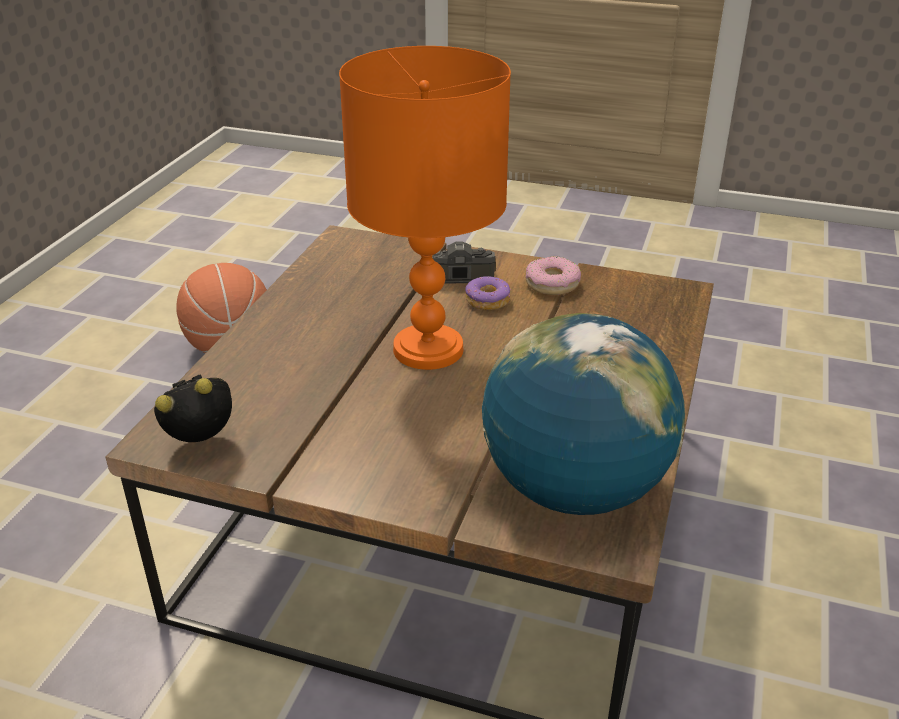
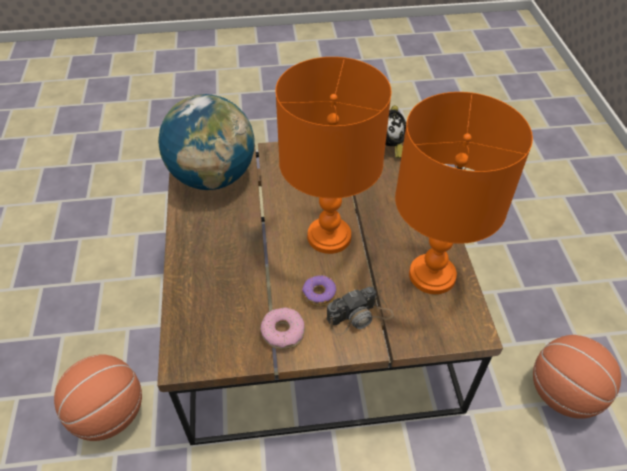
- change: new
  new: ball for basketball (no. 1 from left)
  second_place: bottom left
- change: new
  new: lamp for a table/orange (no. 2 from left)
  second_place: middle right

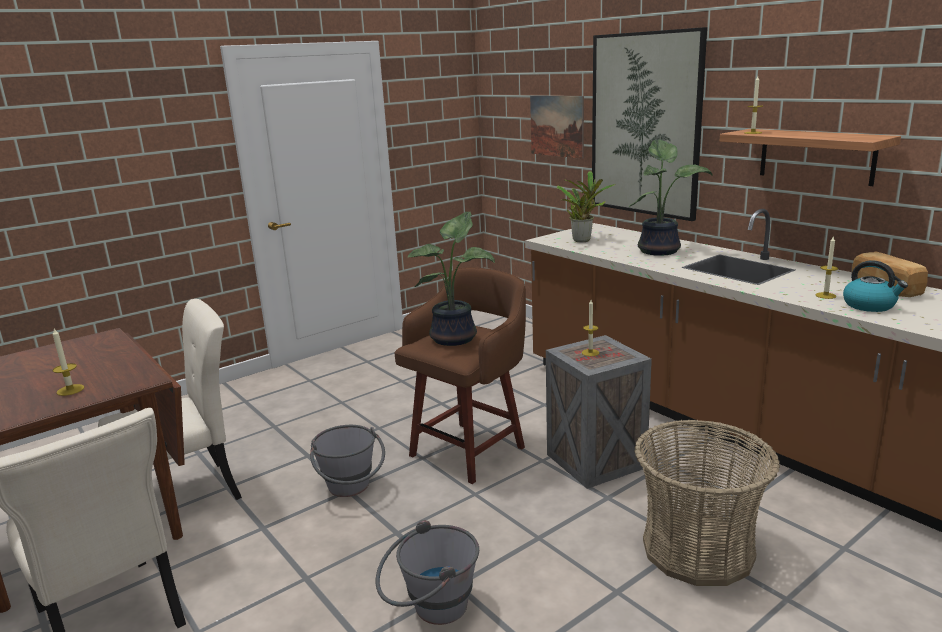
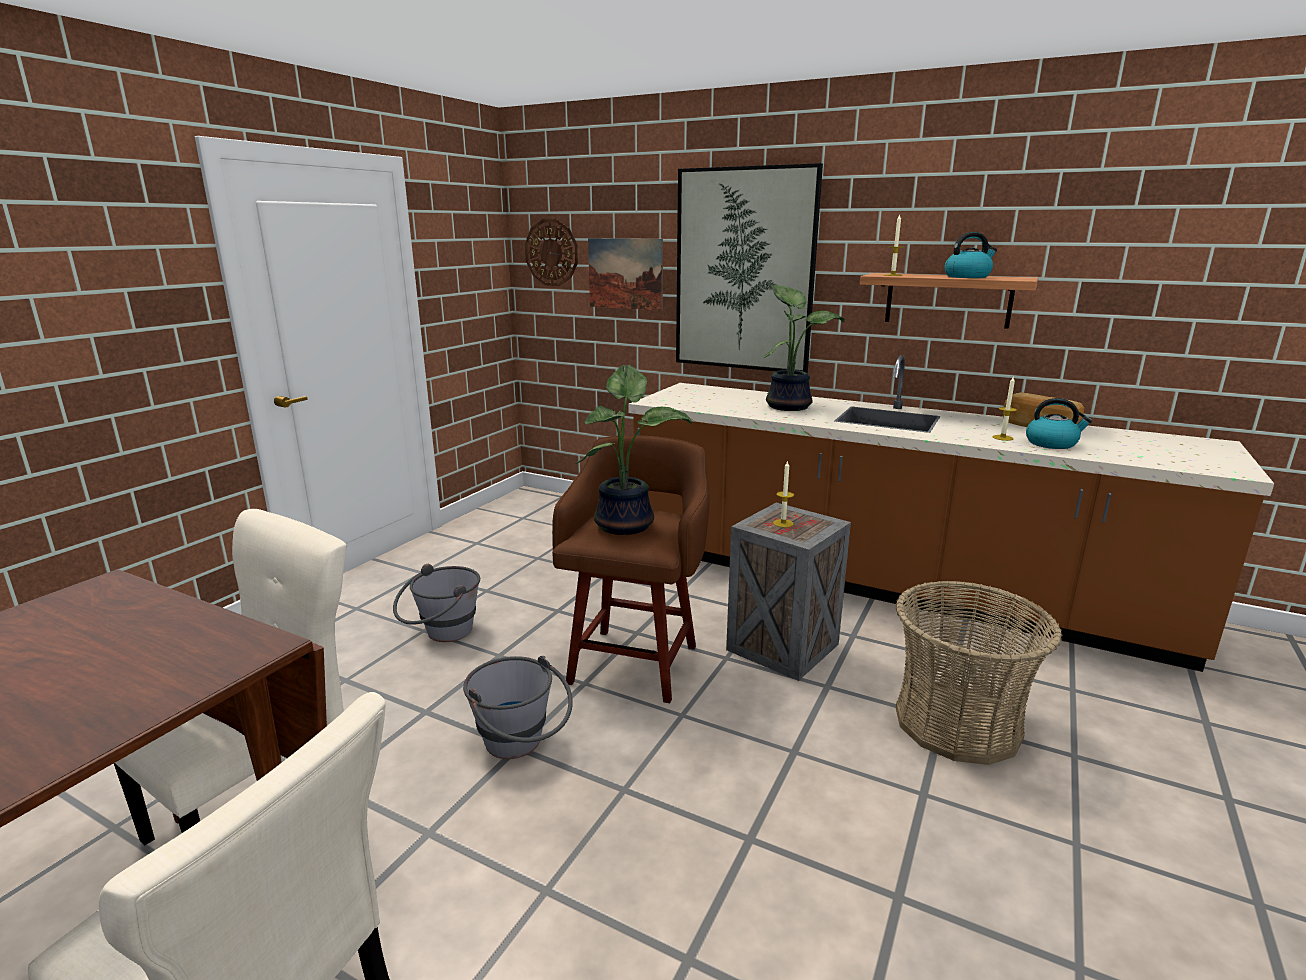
- change: gone
  old: candle (no. 1 from left)
  first_place: middle left
- change: shifted
  old: pail/grey (no. 2 from left in the first image)
  new: pail/grey (no. 1 from left)
  first_place: bottom centre
  second_place: centre
- change: gone
  old: houseplant (no. 2 from left)
  first_place: top centre
- change: new
  new: hanging clock
  second_place: top centre
- change: new
  new: water kettle (no. 1 from left)
  second_place: top right

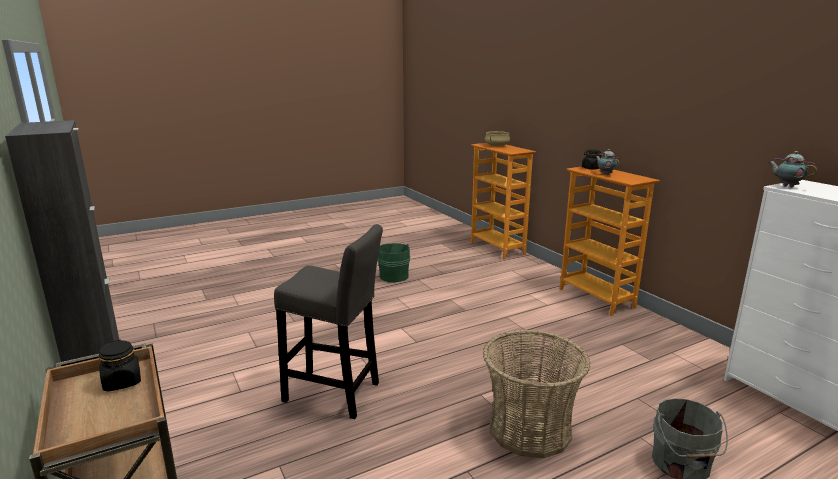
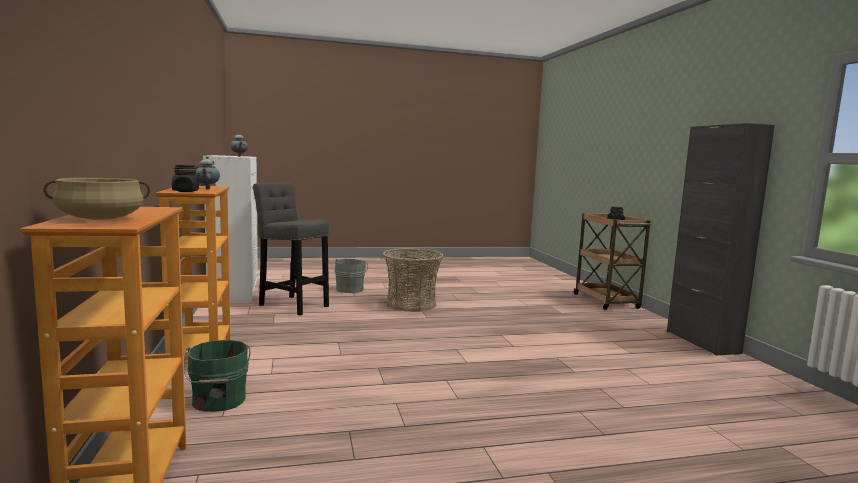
- change: shifted
  old: sitting stool/grey
  first_place: bottom centre
  second_place: centre
- change: shifted
  old: pail/green
  first_place: centre
  second_place: bottom left

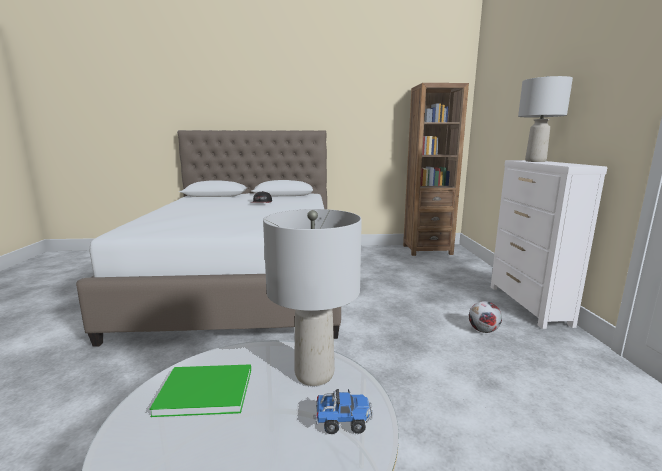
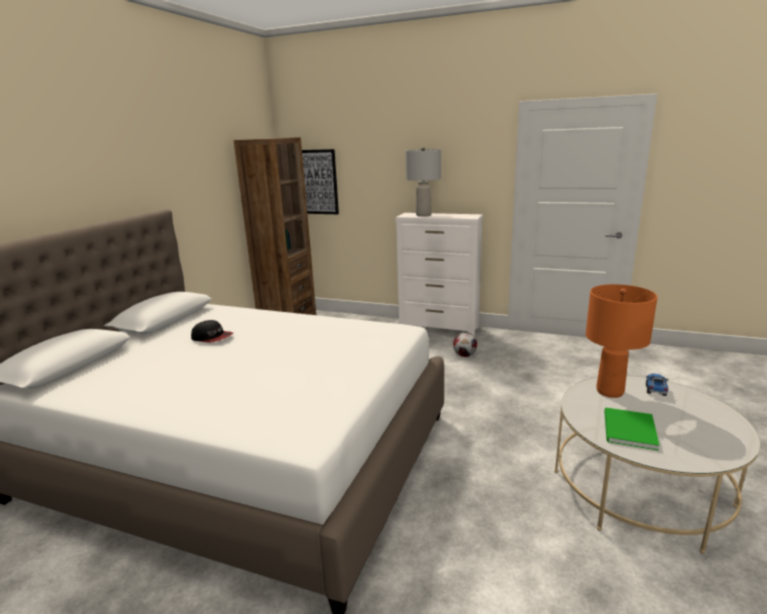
- change: repainted
  old: lamp for a table/grey (no. 1 from left)
  new: lamp for a table/orange
  first_place: centre
  second_place: middle right
- change: new
  new: picture
  second_place: top centre

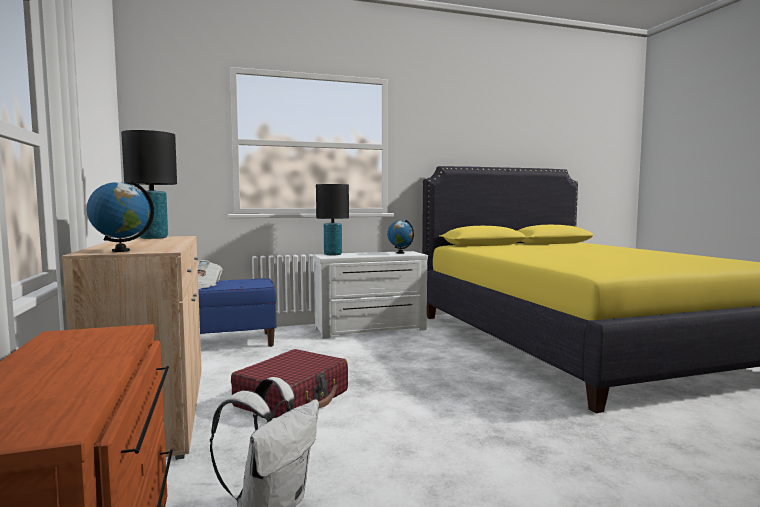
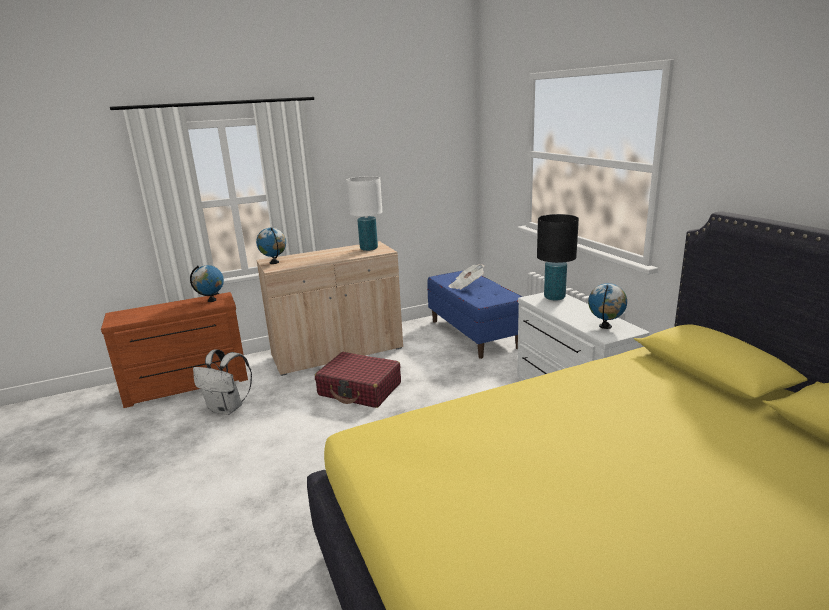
- change: repainted
  old: lamp for a table/blackish (no. 1 from left)
  new: lamp for a table/white-coloured
  first_place: middle left
  second_place: centre
- change: new
  new: world globe (no. 1 from left)
  second_place: middle left

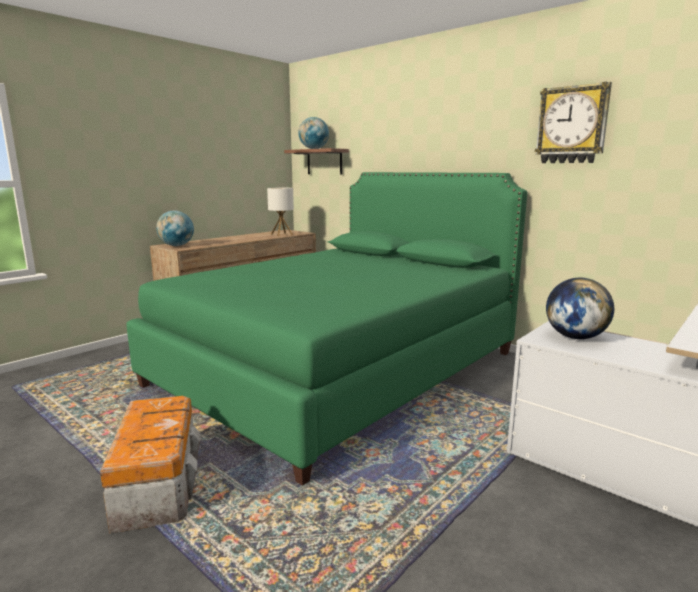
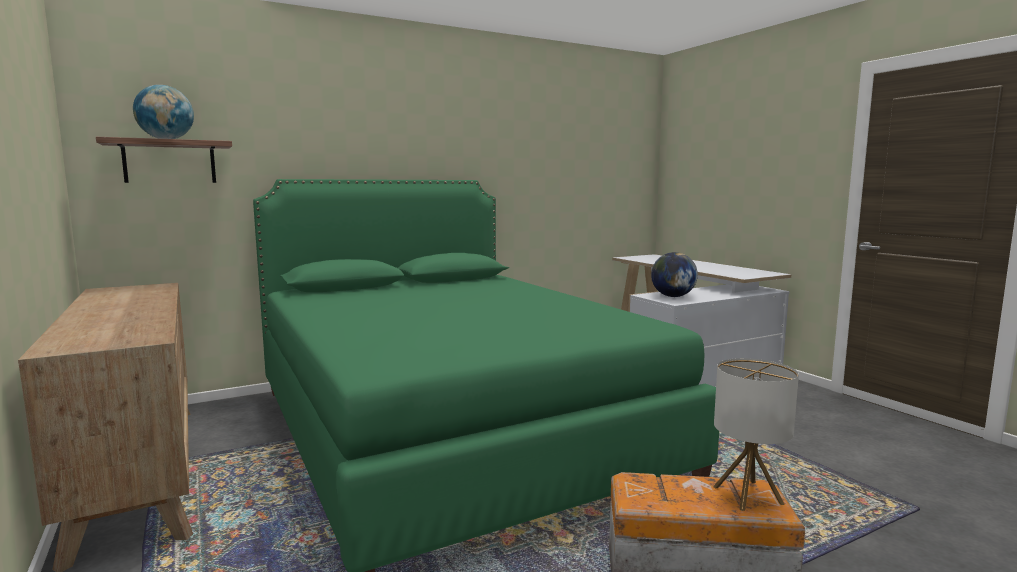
- change: gone
  old: world globe (no. 1 from left)
  first_place: middle left
- change: shifted
  old: lamp for a table
  first_place: centre
  second_place: bottom right
- change: gone
  old: hanging clock
  first_place: top right

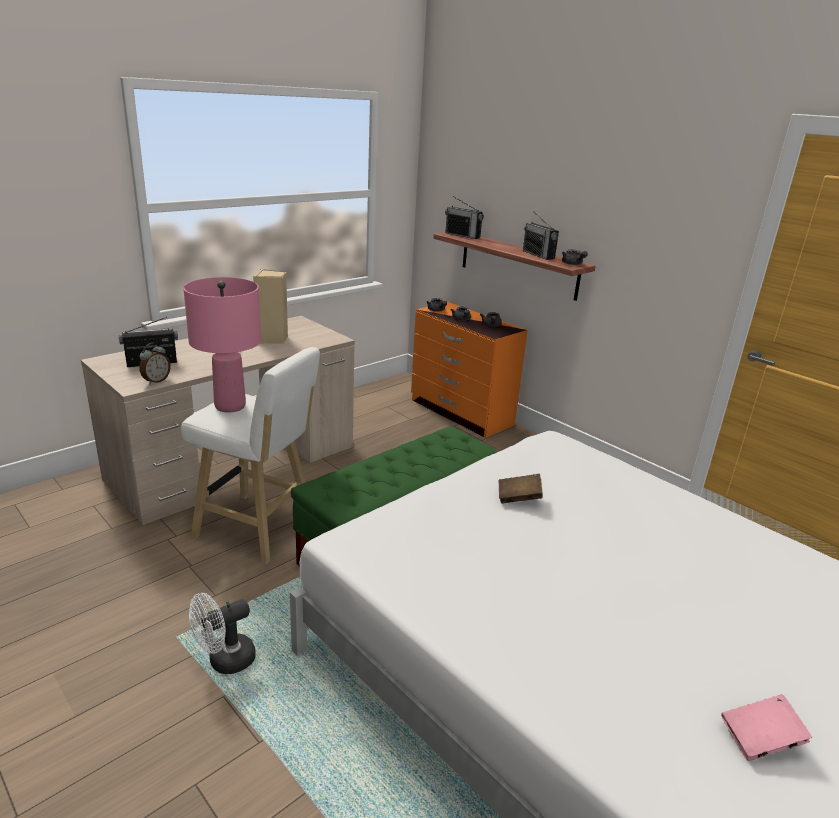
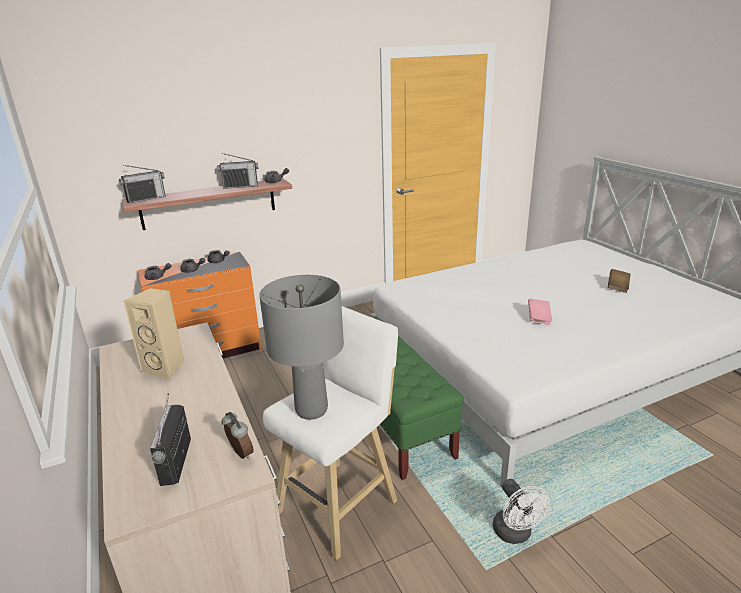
- change: repainted
  old: lamp for a table/pink-coloured
  new: lamp for a table/grey
  first_place: middle left
  second_place: centre
- change: shifted
  old: volume/brownish
  first_place: centre
  second_place: middle right
- change: shifted
  old: volume/pink-coloured
  first_place: bottom right
  second_place: middle right

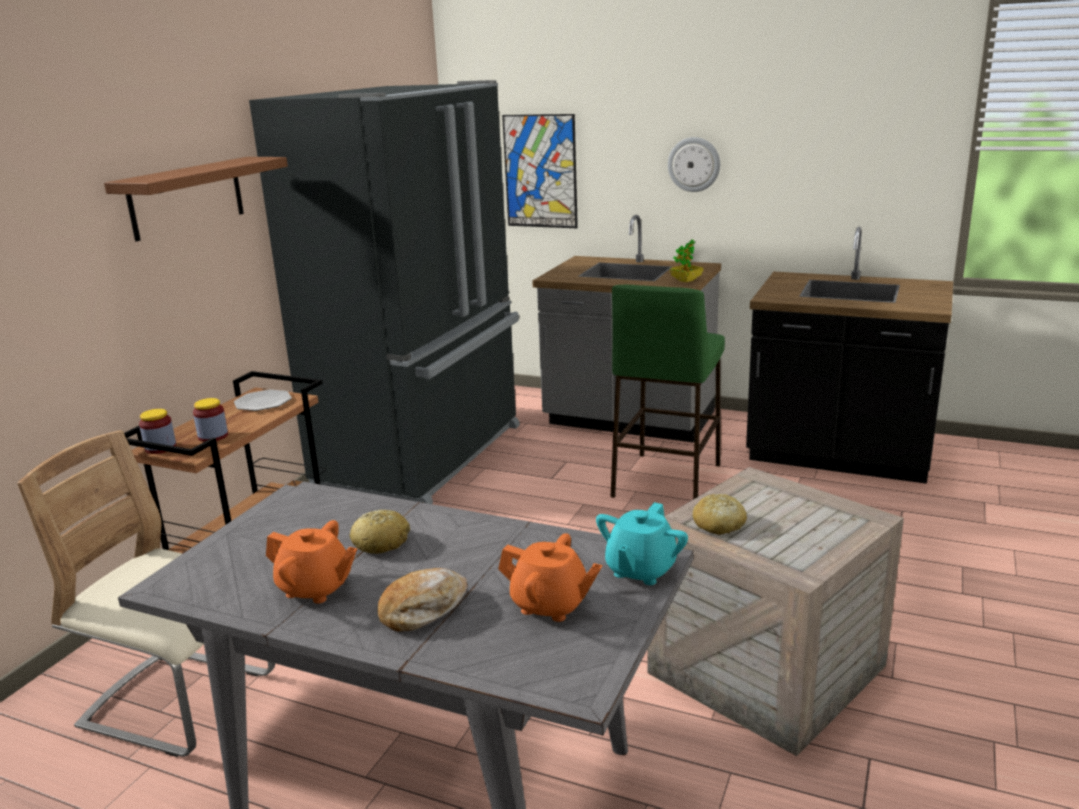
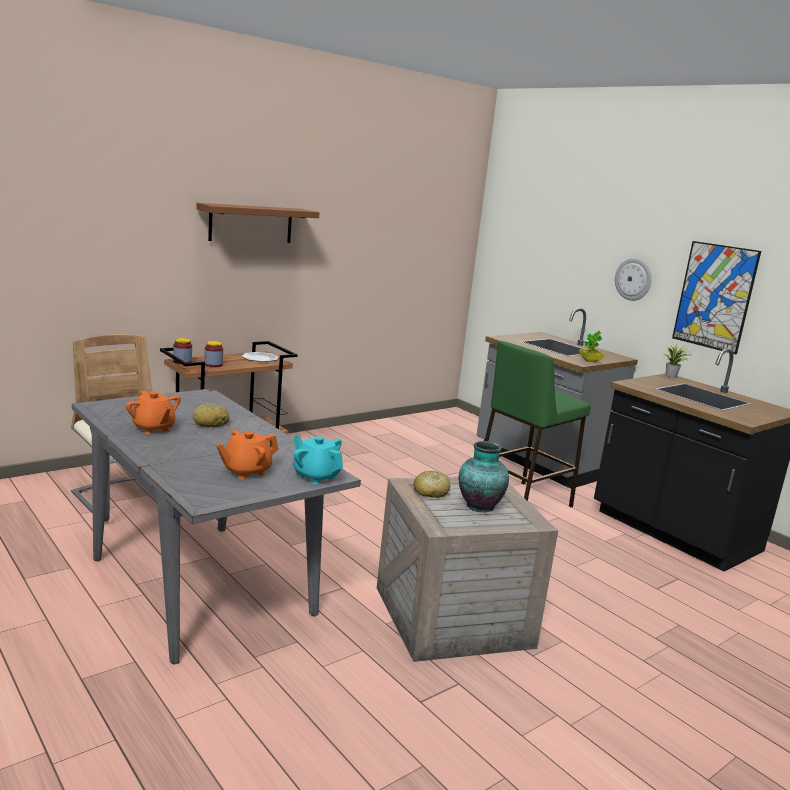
- change: gone
  old: refrigerator/blackish
  first_place: centre
- change: gone
  old: bakery bread (no. 2 from left)
  first_place: bottom centre
- change: rotated
  old: teapot/orange (no. 2 from left)
  first_place: bottom centre
  second_place: middle left
  degrees: 90
- change: shifted
  old: picture
  first_place: top centre
  second_place: middle right
- change: rotated
  old: teapot/turquoise-coloured
  first_place: bottom centre
  second_place: centre
  degrees: 75
- change: new
  new: flower vase
  second_place: centre
- change: new
  new: houseplant (no. 2 from left)
  second_place: middle right

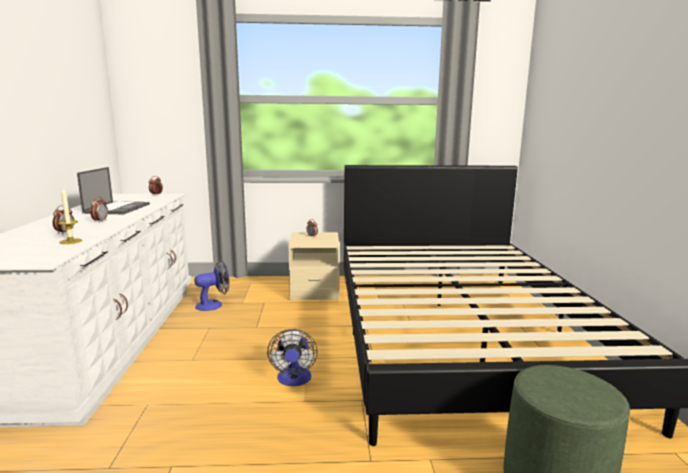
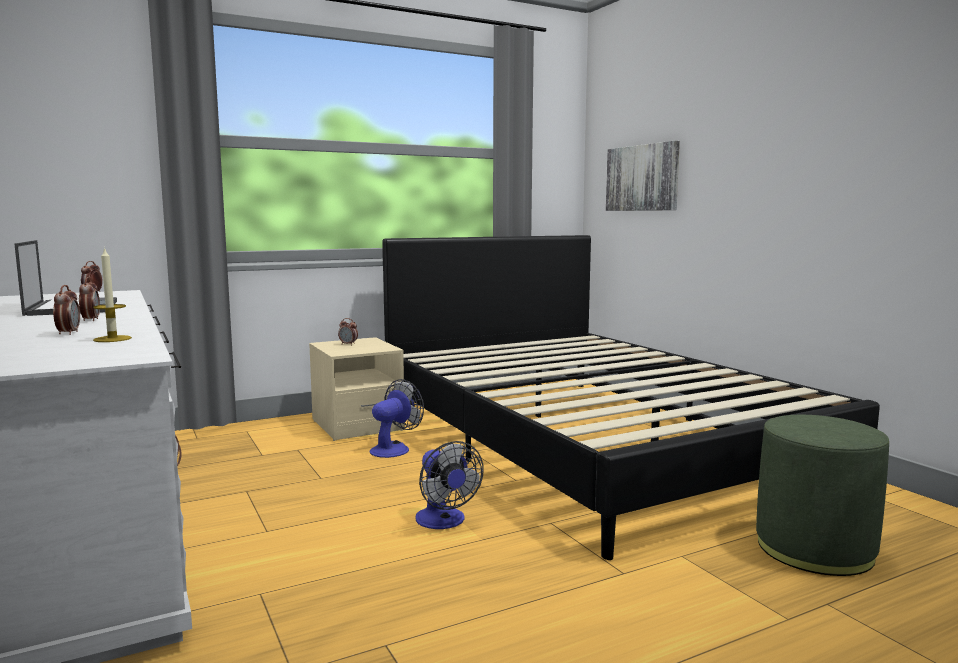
- change: shifted
  old: cooling fan (no. 1 from left)
  first_place: middle left
  second_place: centre
- change: new
  new: picture
  second_place: top right

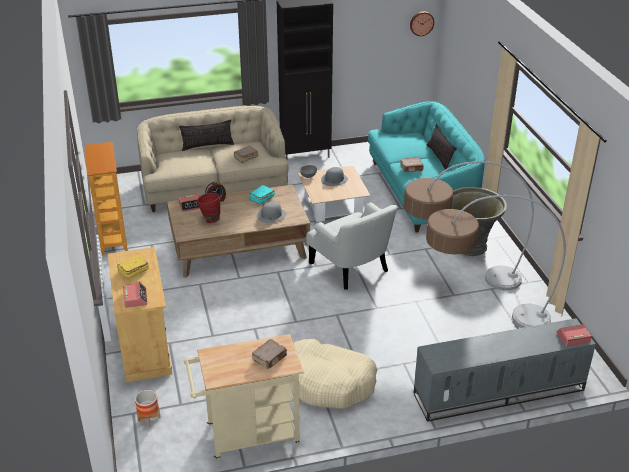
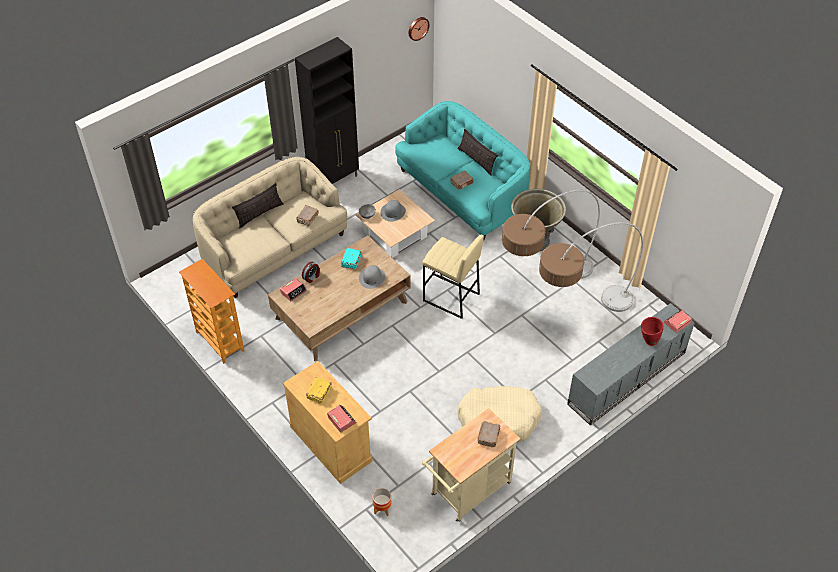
- change: shifted
  old: flower vase/red-coloured
  first_place: middle left
  second_place: middle right
- change: swapped
  old: lounge chair/white-coloured
  new: sitting stool/sand-coloured
  first_place: centre
  second_place: centre

